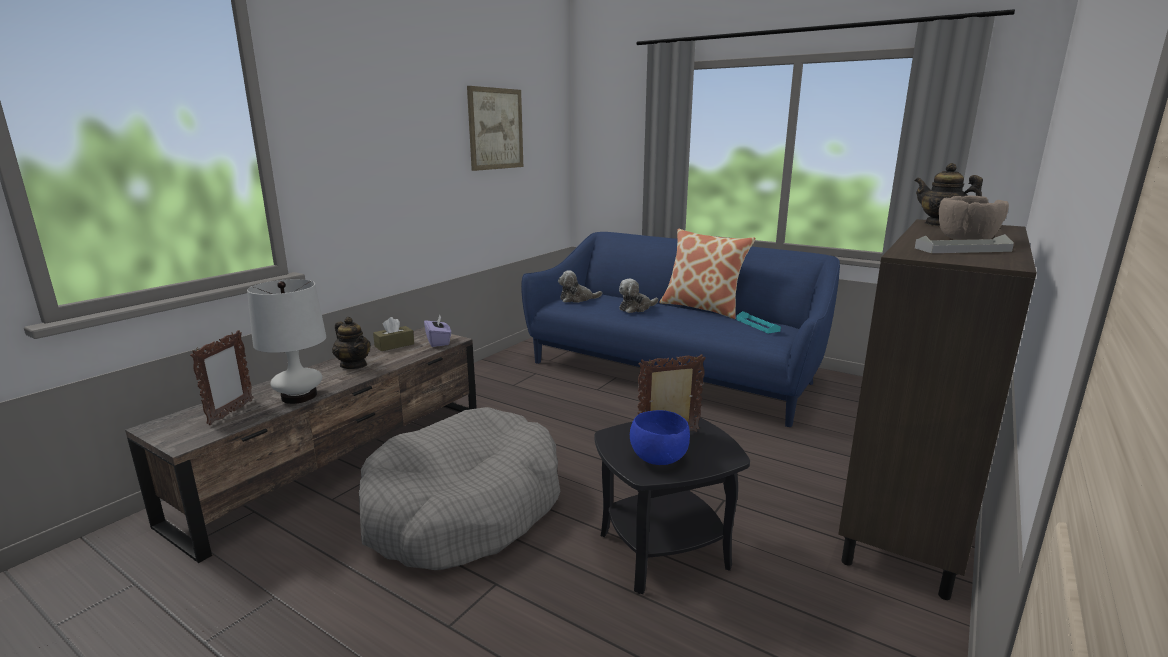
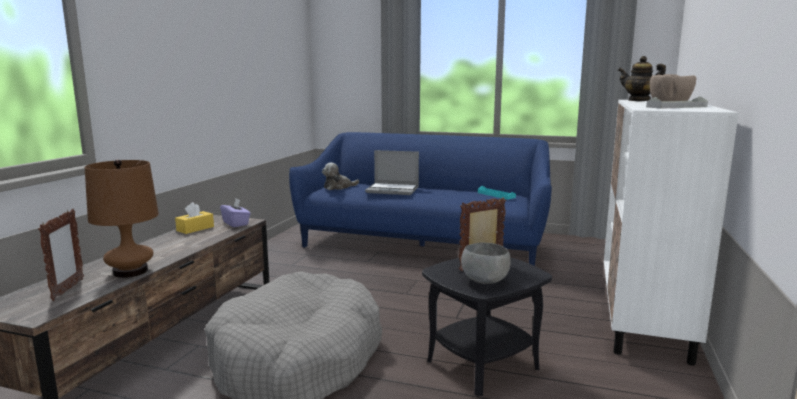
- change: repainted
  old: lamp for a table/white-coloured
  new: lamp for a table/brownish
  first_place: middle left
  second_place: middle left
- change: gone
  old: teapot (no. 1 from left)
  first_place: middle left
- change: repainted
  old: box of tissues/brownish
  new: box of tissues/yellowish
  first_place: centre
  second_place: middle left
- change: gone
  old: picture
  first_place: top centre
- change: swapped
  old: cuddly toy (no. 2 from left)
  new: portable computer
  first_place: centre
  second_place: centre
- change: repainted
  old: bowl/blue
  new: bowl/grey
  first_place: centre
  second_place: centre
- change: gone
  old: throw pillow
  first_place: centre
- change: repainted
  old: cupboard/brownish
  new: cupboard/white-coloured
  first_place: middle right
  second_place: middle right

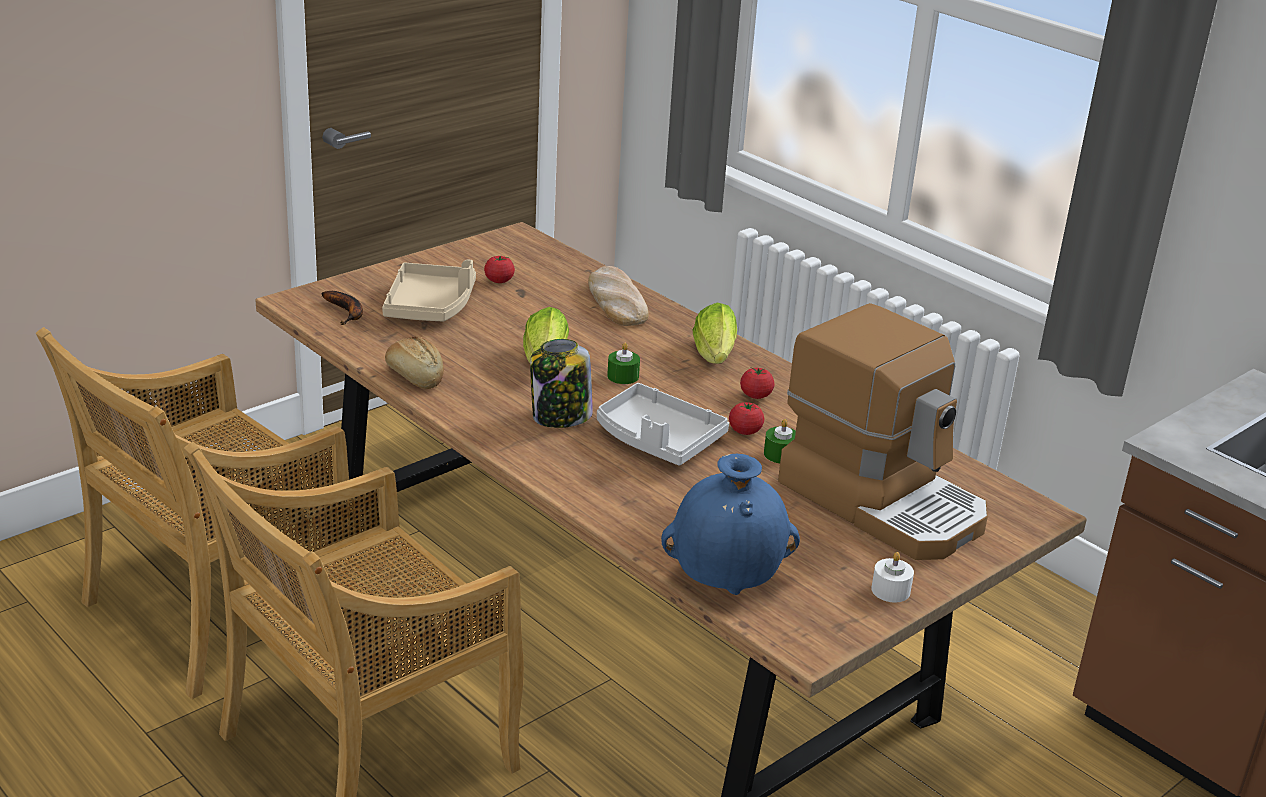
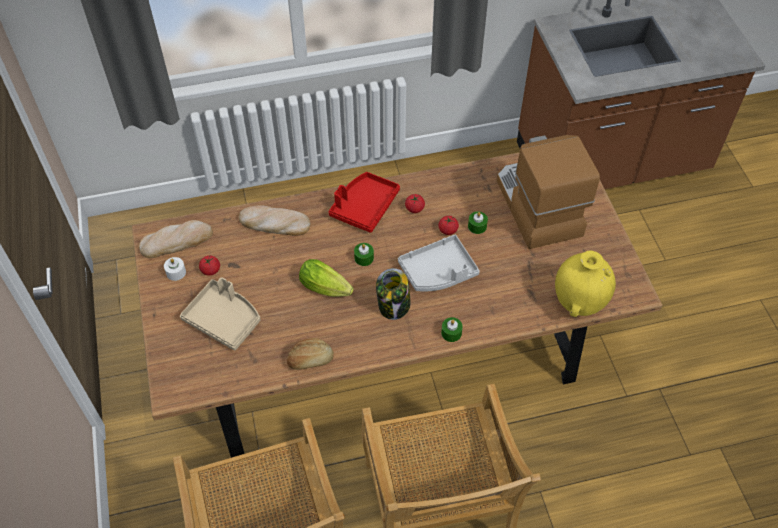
- change: gone
  old: banana fruit
  first_place: middle left
- change: repainted
  old: flower vase/blue
  new: flower vase/yellowish
  first_place: centre
  second_place: middle right
- change: swapped
  old: lettuce (no. 2 from left)
  new: serving tray/red-coloured
  first_place: centre
  second_place: centre
- change: rotated
  old: coffee brewer
  first_place: middle right
  second_place: middle right
  degrees: -90
- change: shifted
  old: candle/white-coloured
  first_place: bottom right
  second_place: middle left
- change: new
  new: bakery bread (no. 1 from left)
  second_place: middle left
- change: new
  new: candle/green (no. 2 from left)
  second_place: centre

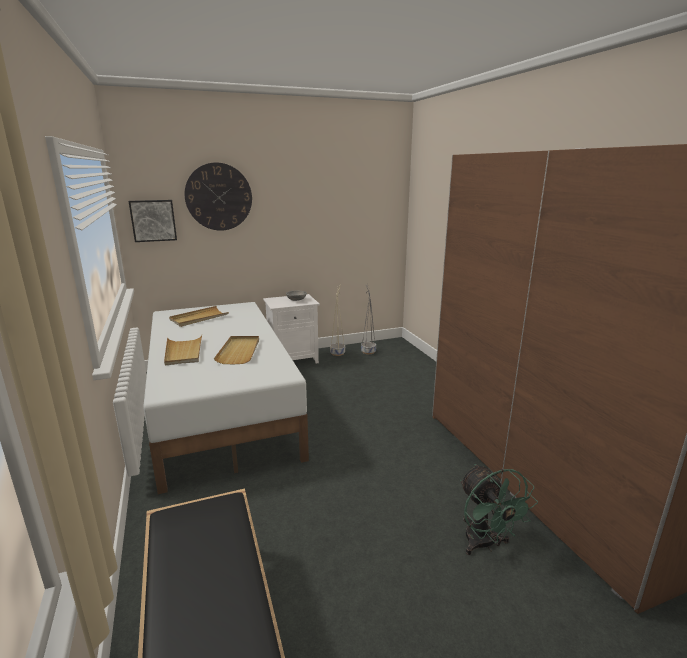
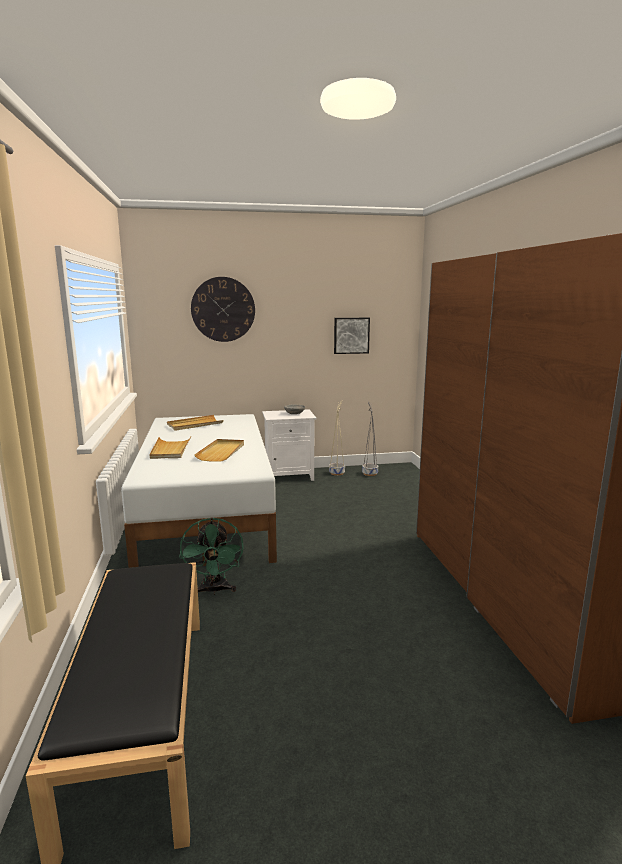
- change: shifted
  old: picture
  first_place: middle left
  second_place: centre
- change: shifted
  old: cooling fan/green
  first_place: bottom right
  second_place: centre

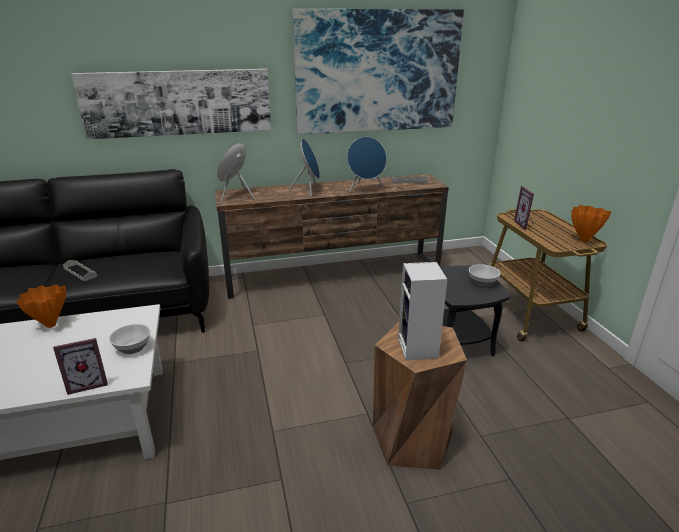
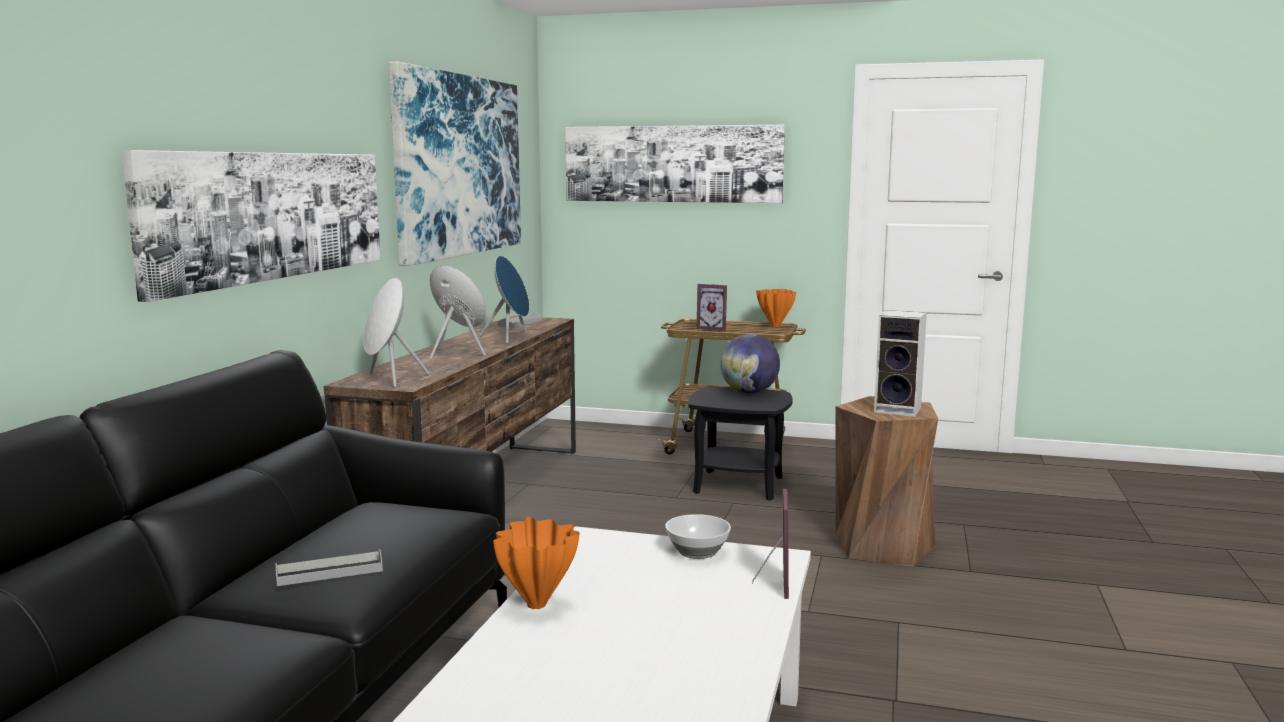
- change: swapped
  old: bowl (no. 2 from left)
  new: world globe
  first_place: middle right
  second_place: centre
- change: new
  new: picture (no. 3 from left)
  second_place: top centre

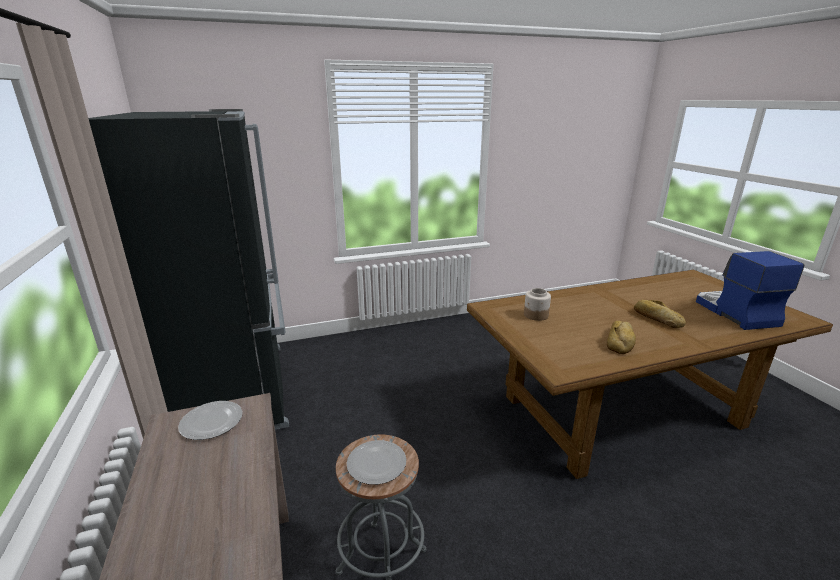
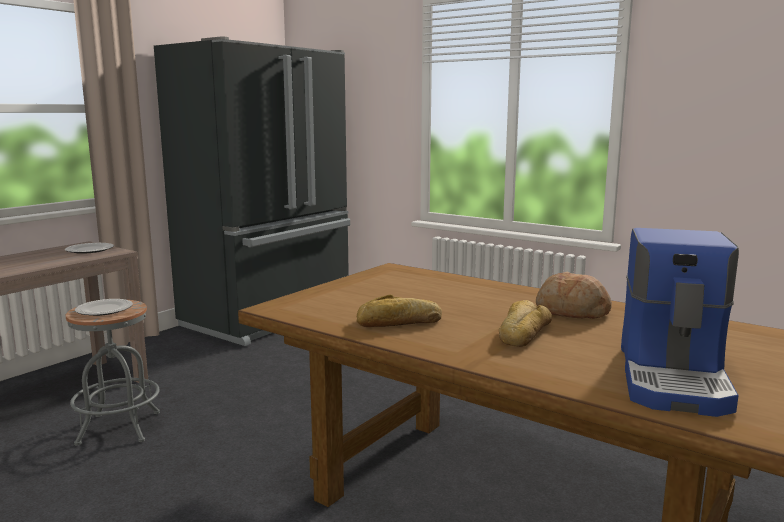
- change: gone
  old: jar
  first_place: centre
- change: rotated
  old: coffee brewer
  first_place: middle right
  second_place: middle right
  degrees: 150
- change: new
  new: bakery bread (no. 3 from left)
  second_place: middle right

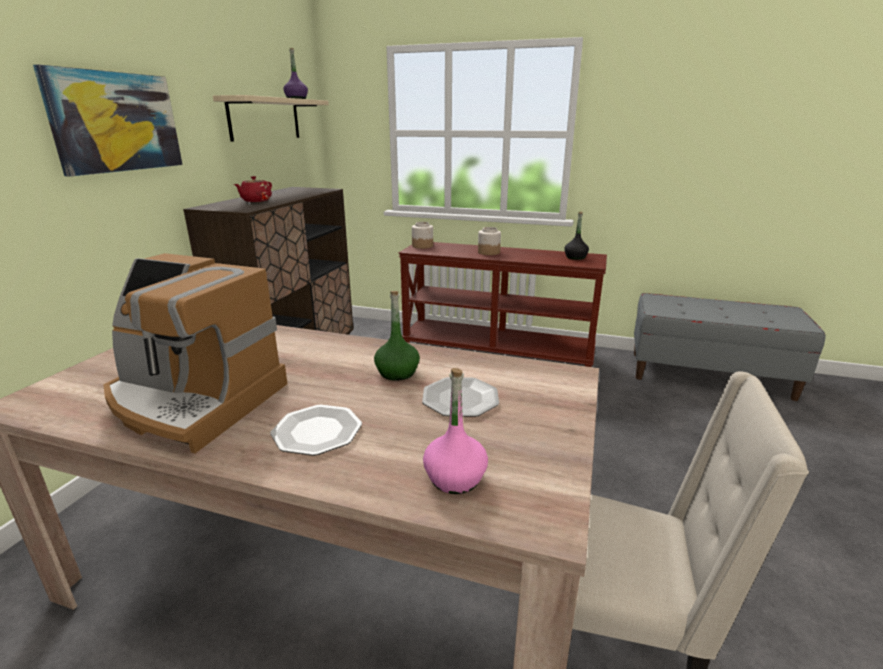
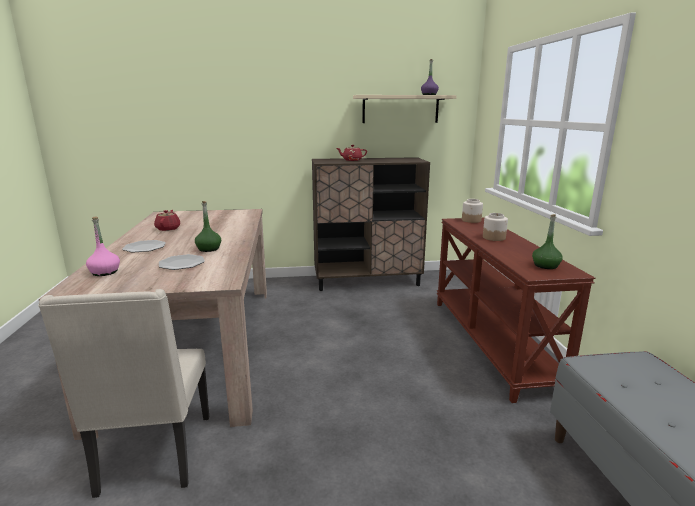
- change: gone
  old: picture
  first_place: top left
- change: swapped
  old: coffee brewer
  new: teapot/red-coloured (no. 1 from left)
  first_place: middle left
  second_place: middle left
- change: repainted
  old: beverage bottle/blackish
  new: beverage bottle/green (no. 2 from left)
  first_place: centre
  second_place: middle right

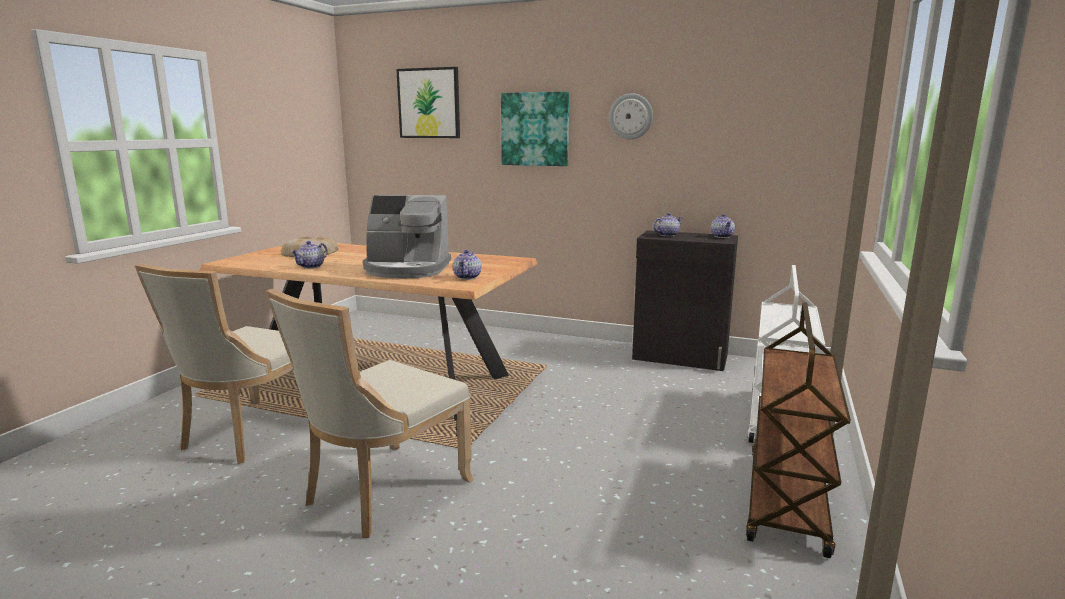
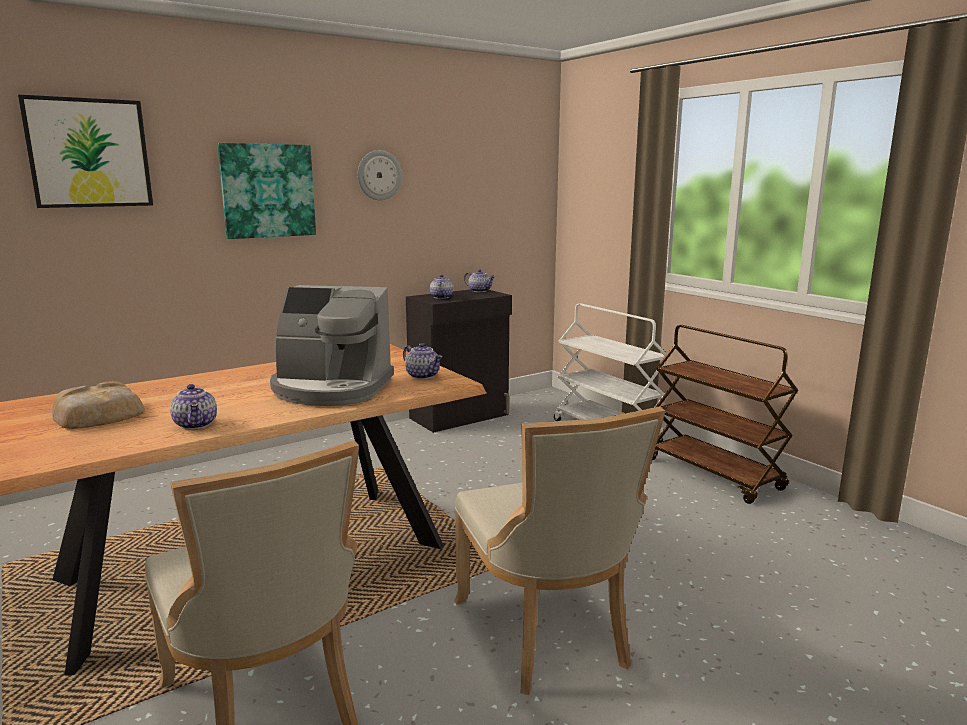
- change: rotated
  old: coffee brewer
  first_place: centre
  second_place: centre
  degrees: 60

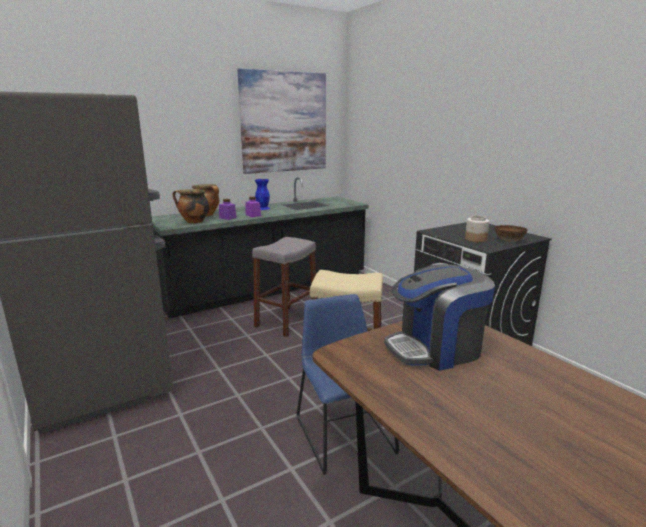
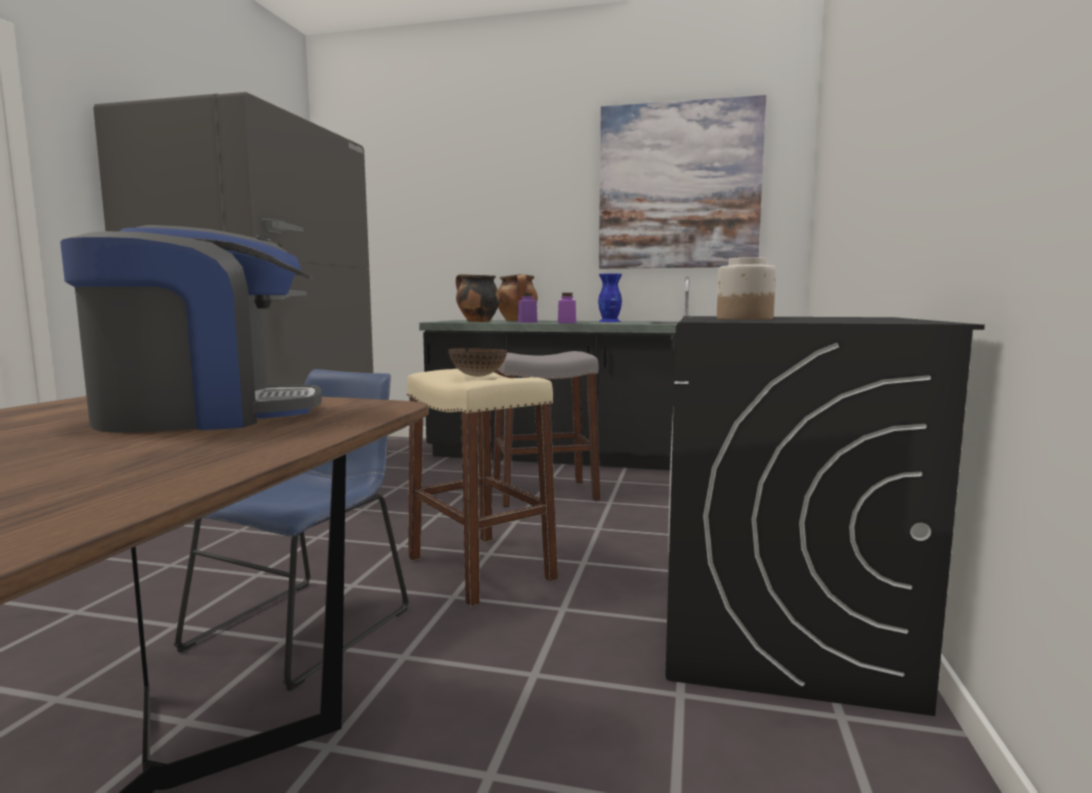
- change: rotated
  old: coffee brewer
  first_place: middle right
  second_place: middle left
  degrees: 135
- change: shifted
  old: bowl
  first_place: middle right
  second_place: centre

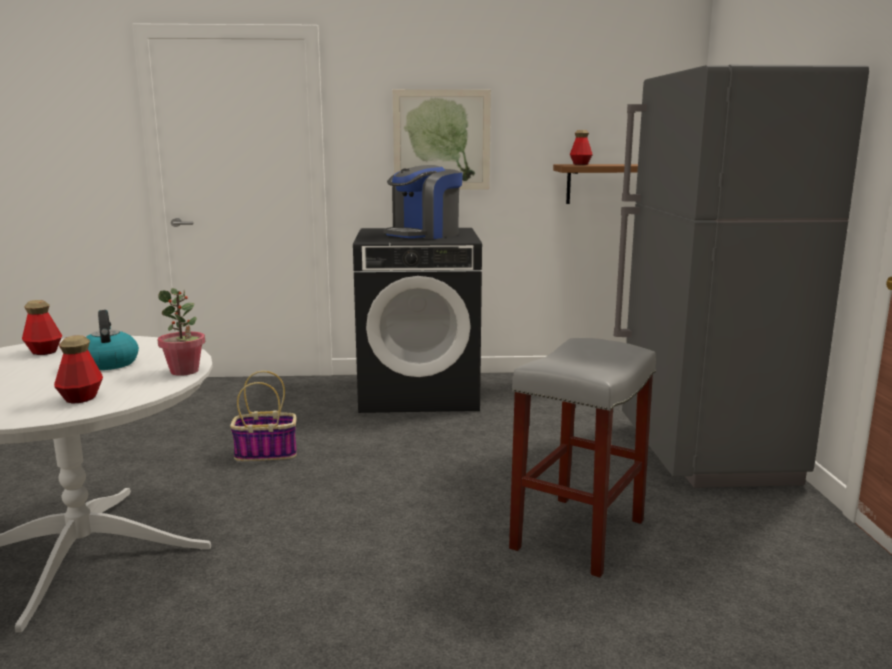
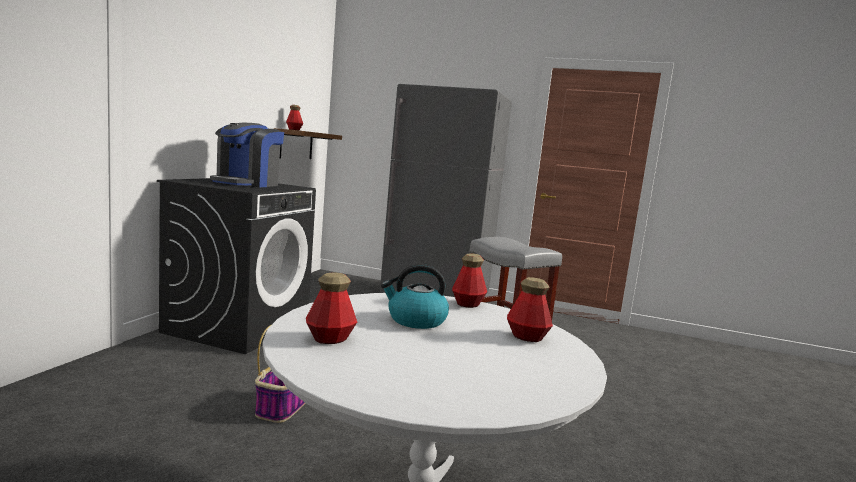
- change: swapped
  old: houseplant
  new: beverage bottle (no. 3 from left)
  first_place: middle left
  second_place: centre
- change: rotated
  old: coffee brewer
  first_place: top centre
  second_place: top left
  degrees: 45
- change: gone
  old: picture
  first_place: top centre

